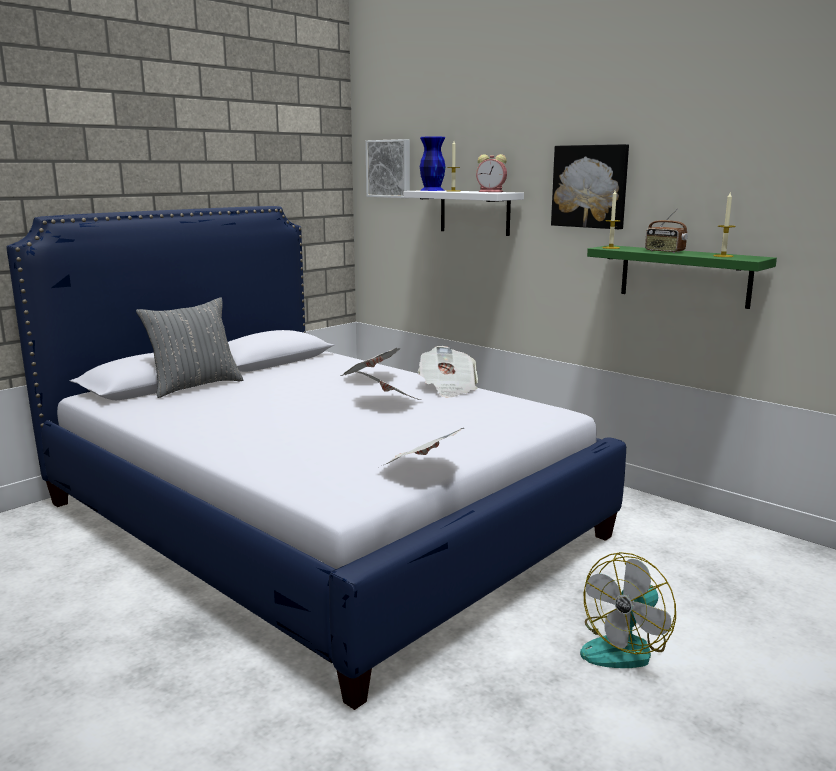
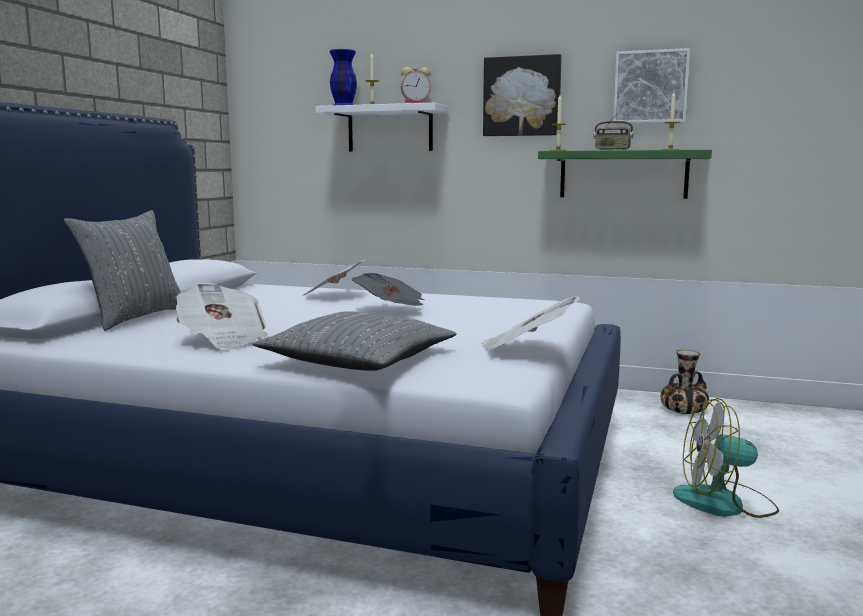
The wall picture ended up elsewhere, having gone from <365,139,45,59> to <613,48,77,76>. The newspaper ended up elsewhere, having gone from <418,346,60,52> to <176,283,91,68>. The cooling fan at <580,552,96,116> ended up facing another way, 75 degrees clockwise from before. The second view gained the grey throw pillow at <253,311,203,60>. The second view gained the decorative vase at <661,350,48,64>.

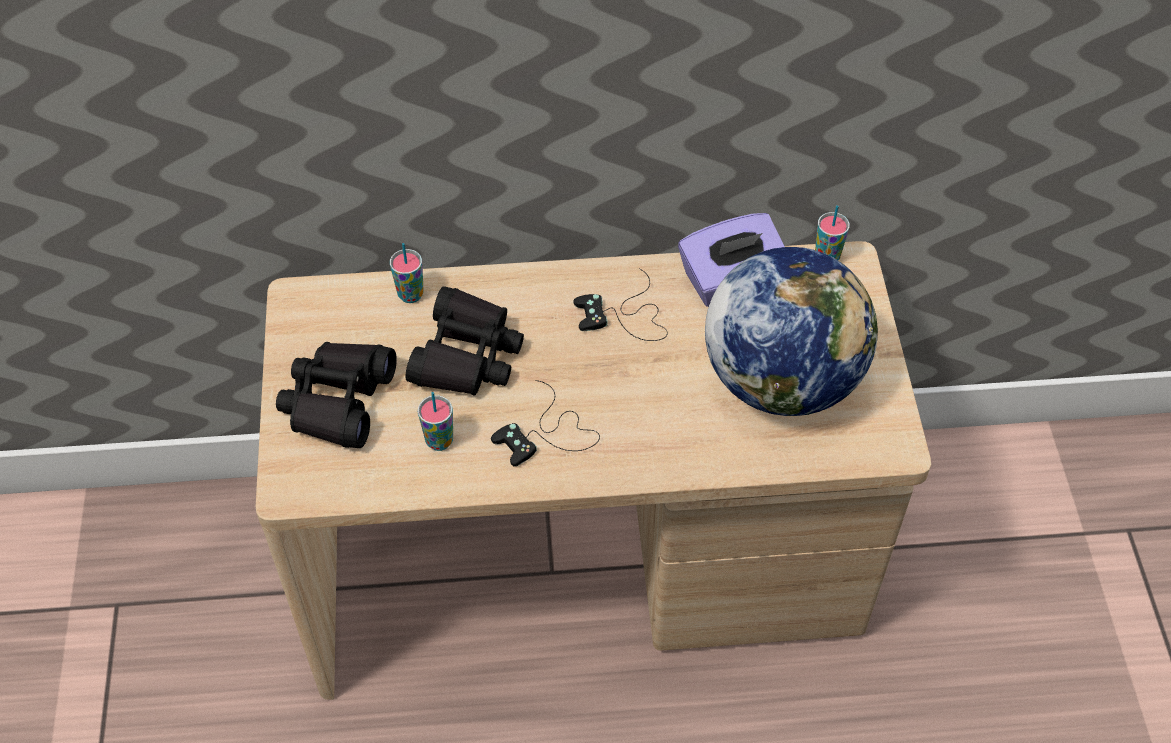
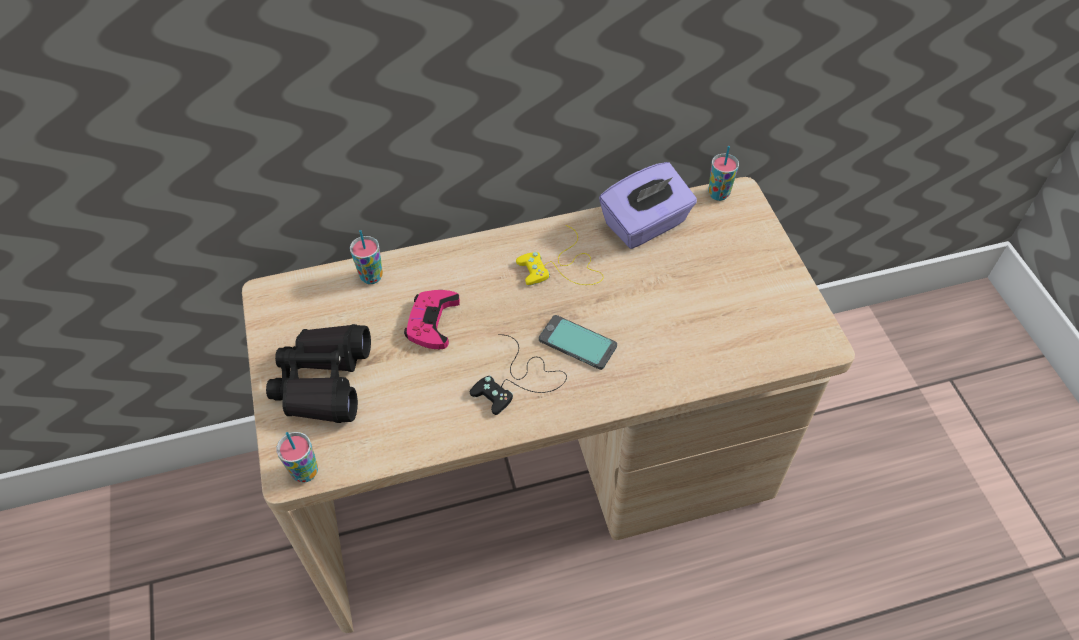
Where the black-coloured field glasses stood at <406,286,118,110>, the pinkish game controller came to stand at <404,290,56,59>. The small cup ended up elsewhere, having gone from <418,392,35,59> to <276,432,42,51>. What was the black-coloured game controller at <573,268,95,73> turned into the yellowish game controller at <516,225,87,61>. The second view lost the world globe at <705,247,173,169>. The second view gained the telephone at <539,315,78,55>.

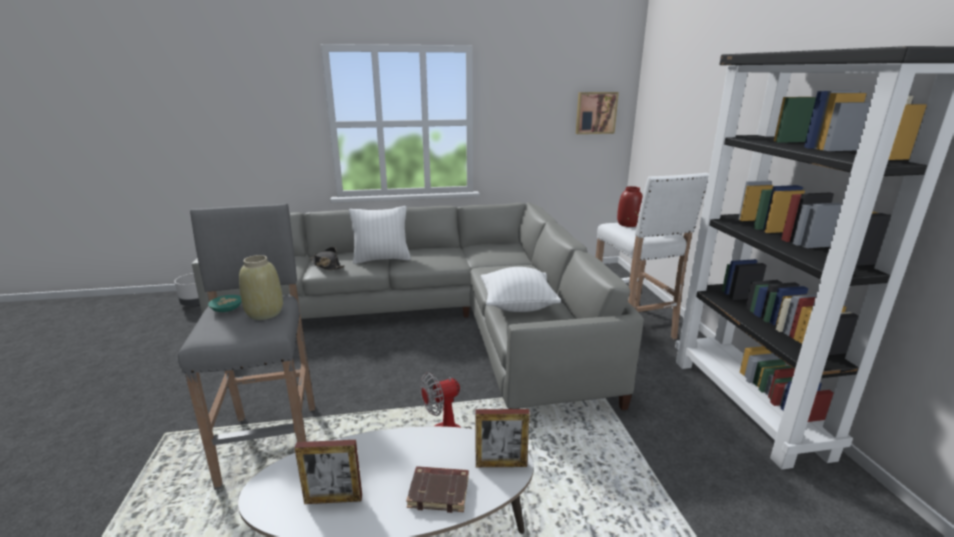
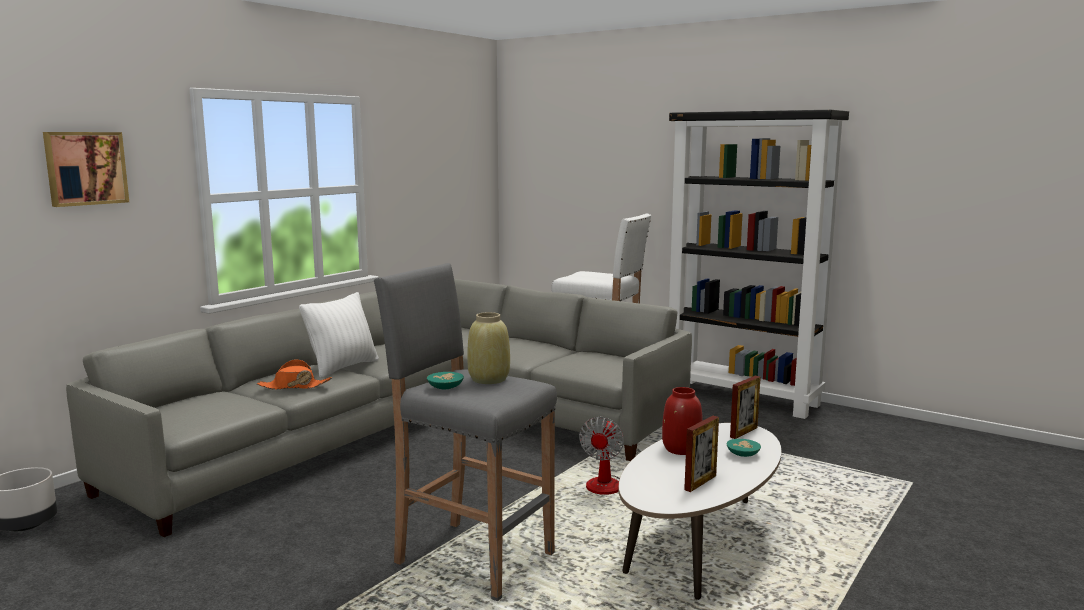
What was the black-coloured clothing hat at <310,247,35,23> turned into the orangey clothing hat at <257,359,75,31>. Where the brownish book stood at <406,466,63,47>, the turquoise-coloured bowl came to stand at <727,439,34,18>. The second view lost the whitish throw pillow at <481,267,80,45>. The wall picture ended up elsewhere, having gone from <576,92,43,42> to <43,132,86,75>. The red-coloured decorative vase ended up elsewhere, having gone from <617,186,26,41> to <662,387,41,68>.

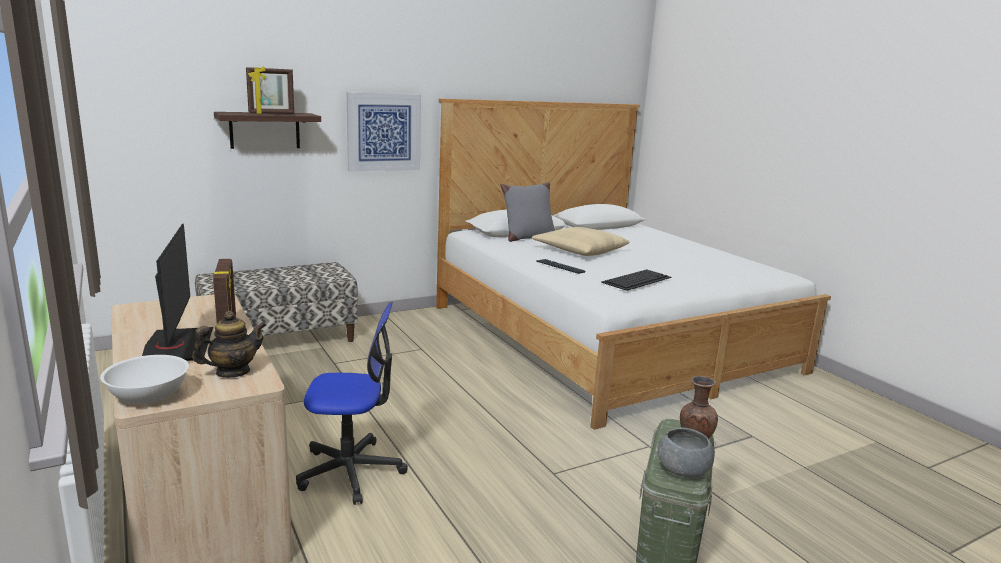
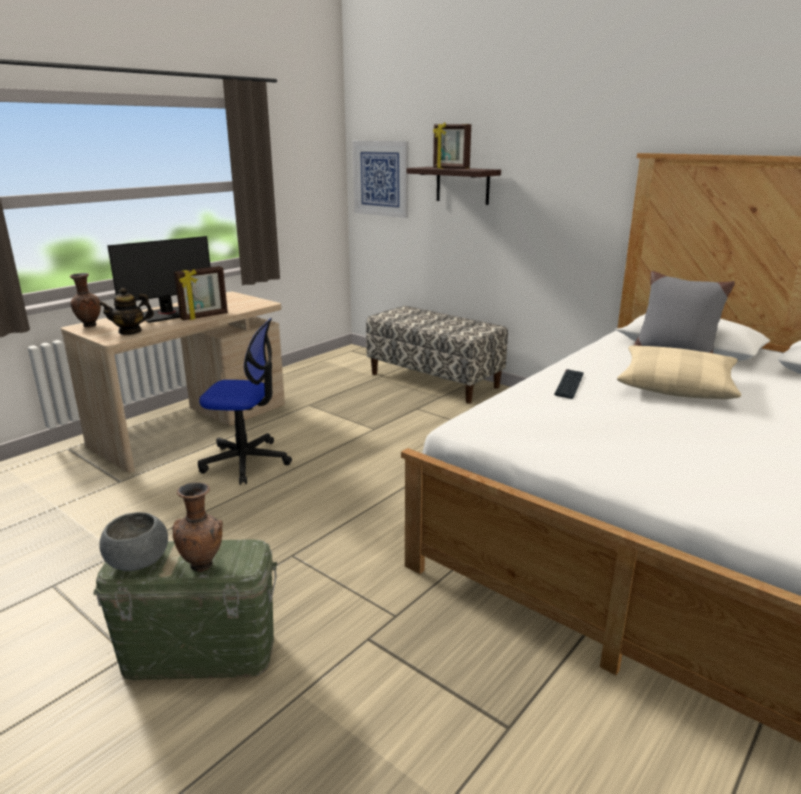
Where the whitish bowl stood at <100,355,89,49>, the brownish decorative vase came to stand at <69,273,32,54>. The tea pot at <192,311,75,67> ended up facing another way, 120 degrees clockwise from before. The computer chair at <296,302,112,203> ended up facing another way, 60 degrees counterclockwise from before. The wall picture ended up elsewhere, having gone from <347,92,74,80> to <353,141,56,77>. The second view lost the PC keyboard at <601,270,70,21>.

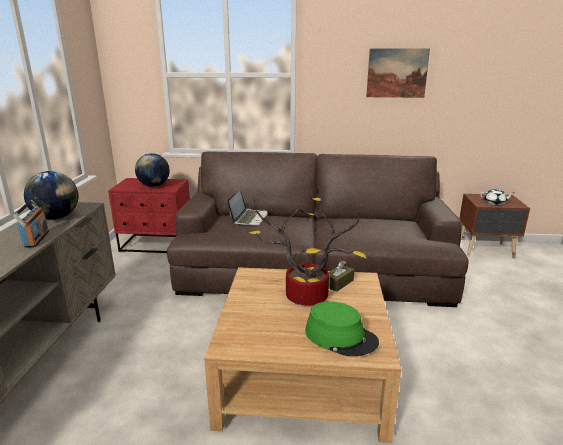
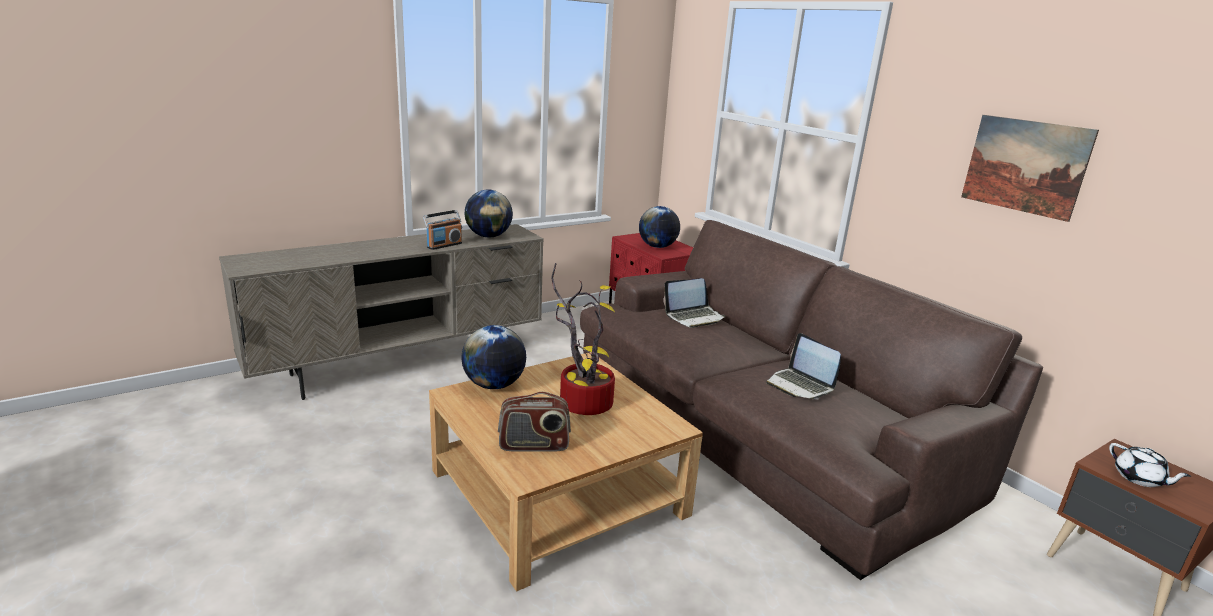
Where the greenish clothing hat stood at <305,302,74,55>, the radio set came to stand at <498,392,73,59>. The second view lost the brownish tissue box at <328,261,27,31>. The second view gained the world globe at <461,325,65,64>. The second view gained the notebook computer at <766,333,75,66>.

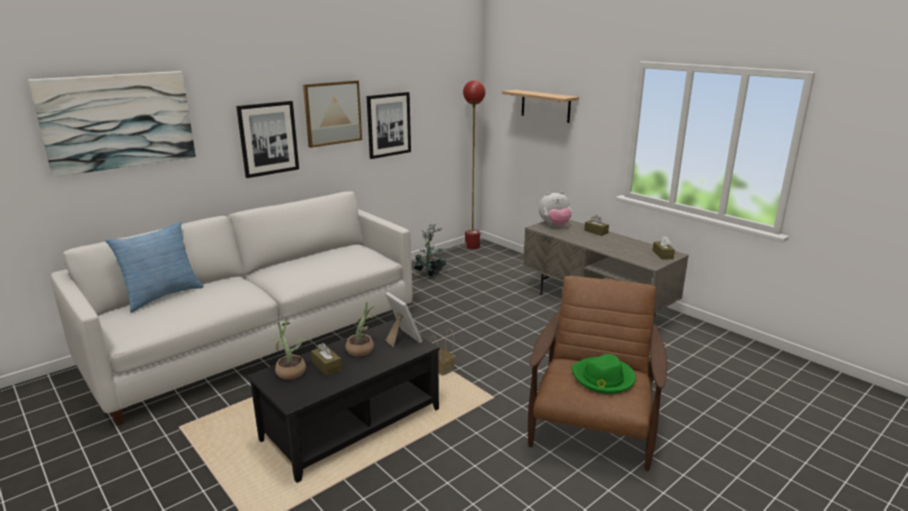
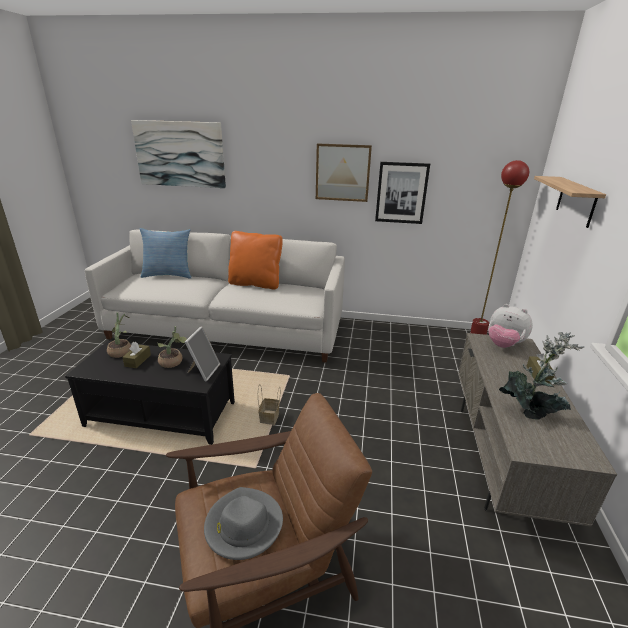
The second view lost the wall picture at <236,101,63,77>. The plant in a pot ended up elsewhere, having gone from <414,224,33,53> to <499,332,85,88>. What was the greenish clothing hat at <571,354,65,40> turned into the grey clothing hat at <204,487,79,73>. The second view lost the brownish tissue box at <653,236,22,24>. The second view gained the orangey throw pillow at <228,231,55,58>.

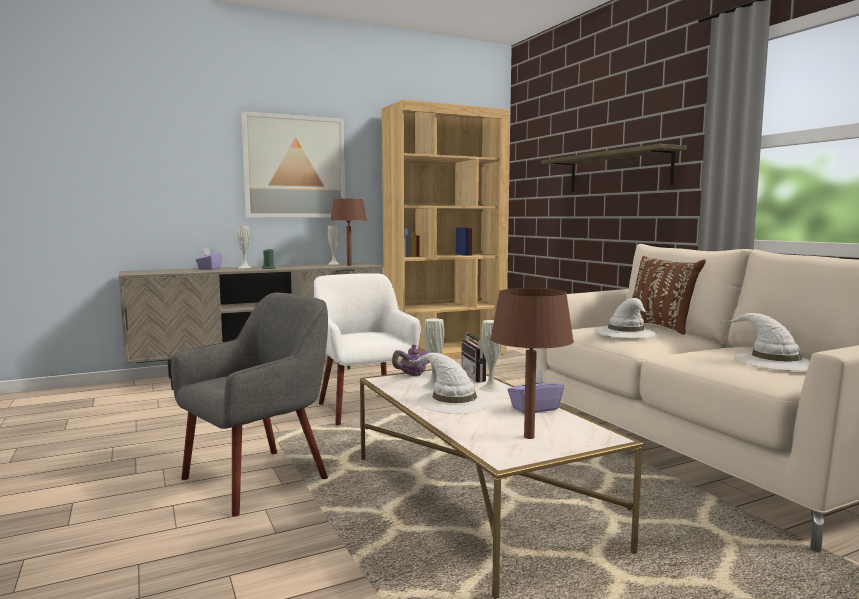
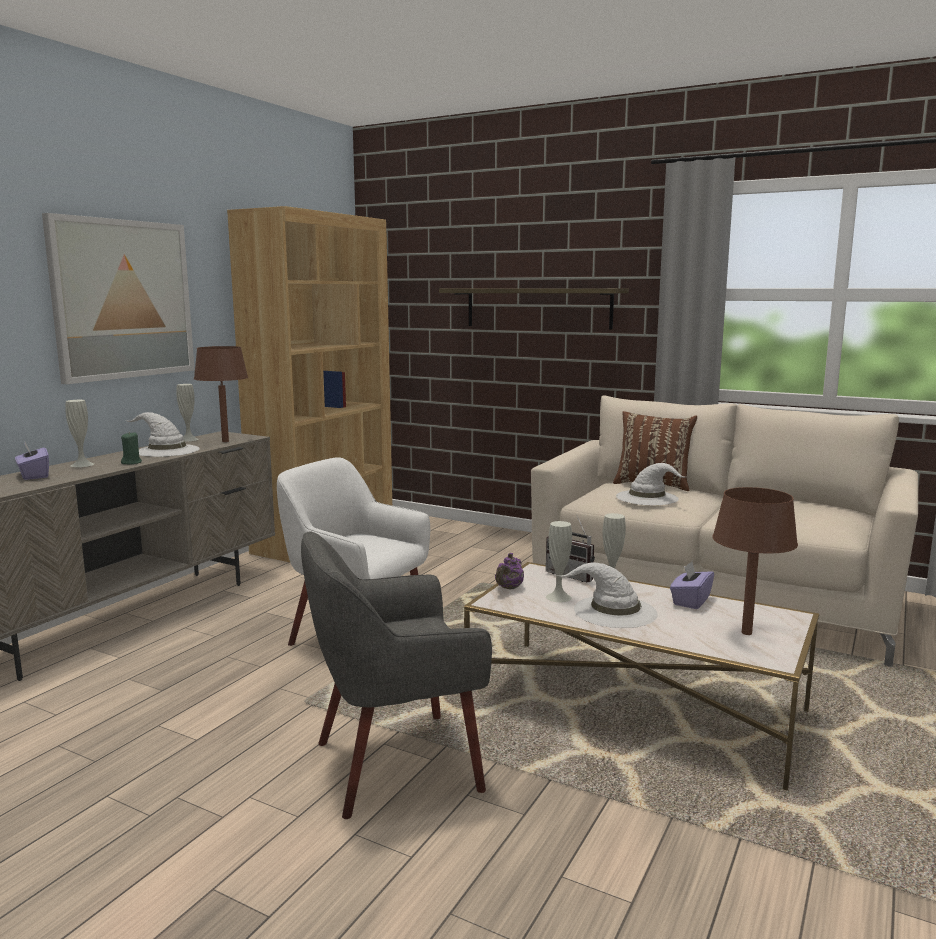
The grey lounge chair at <171,292,157,225> ended up facing another way, 120 degrees counterclockwise from before. The whitish clothing hat ended up elsewhere, having gone from <723,313,87,58> to <126,412,74,45>.

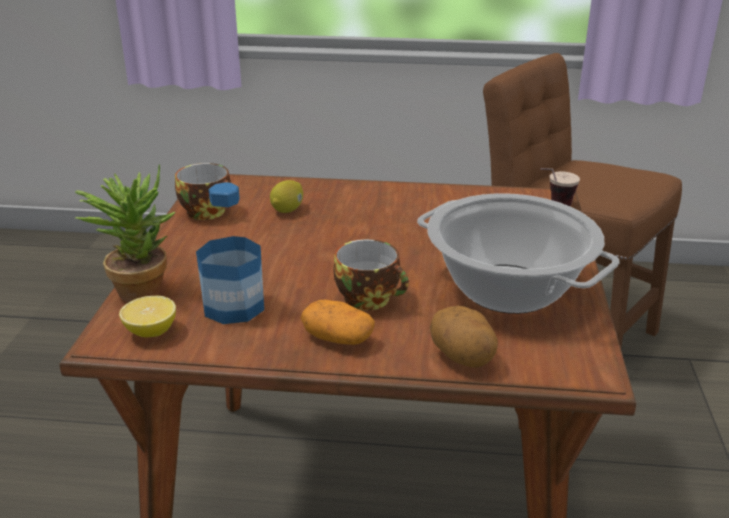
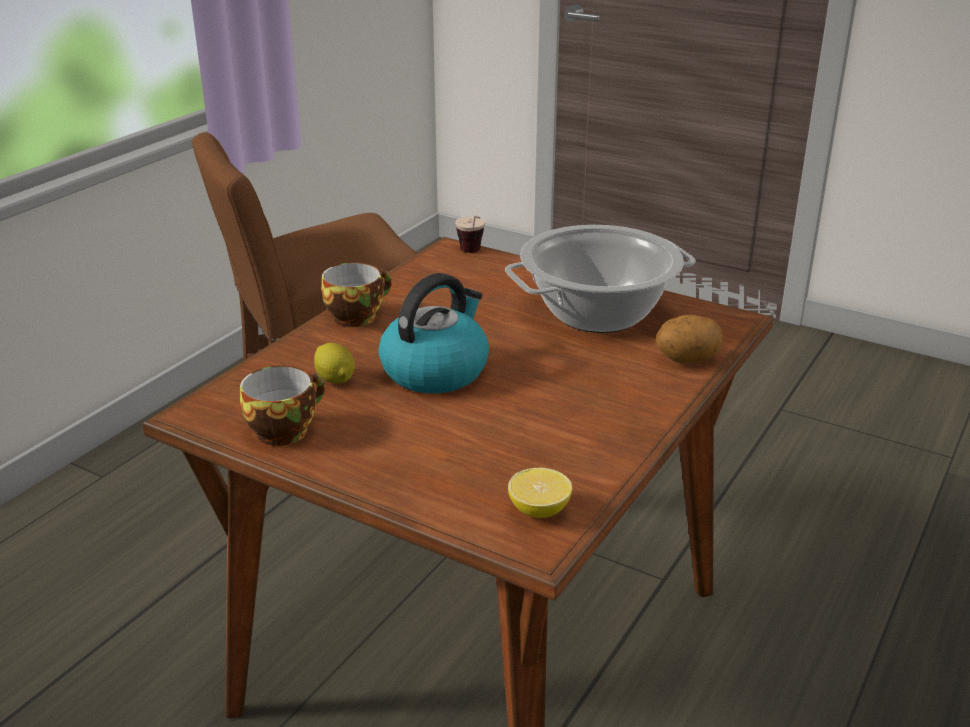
The second view lost the plant in a pot at <75,164,101,139>. The second view lost the bottle at <196,182,68,142>. The second view lost the potato at <301,300,74,45>. The small cup ended up elsewhere, having gone from <334,239,75,72> to <321,262,71,65>. The second view gained the kettle at <379,273,110,120>.

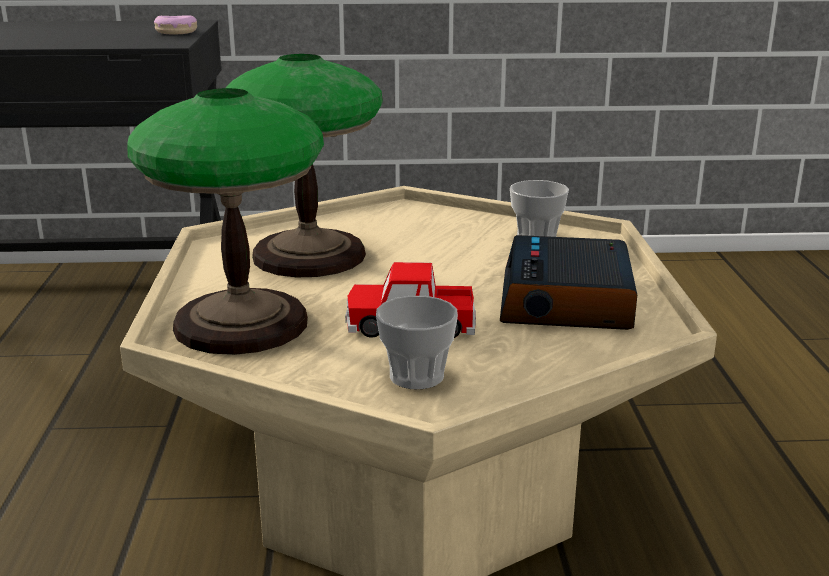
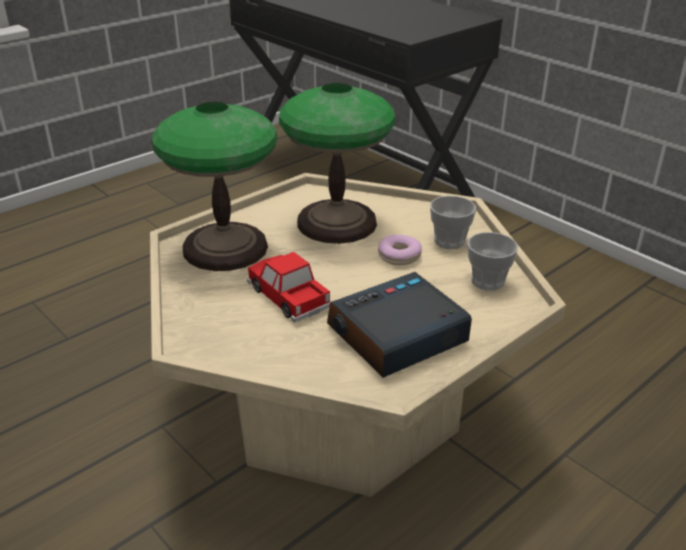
The donut ended up elsewhere, having gone from <154,15,43,19> to <378,235,44,30>. The small cup ended up elsewhere, having gone from <376,296,82,93> to <430,196,46,53>.

